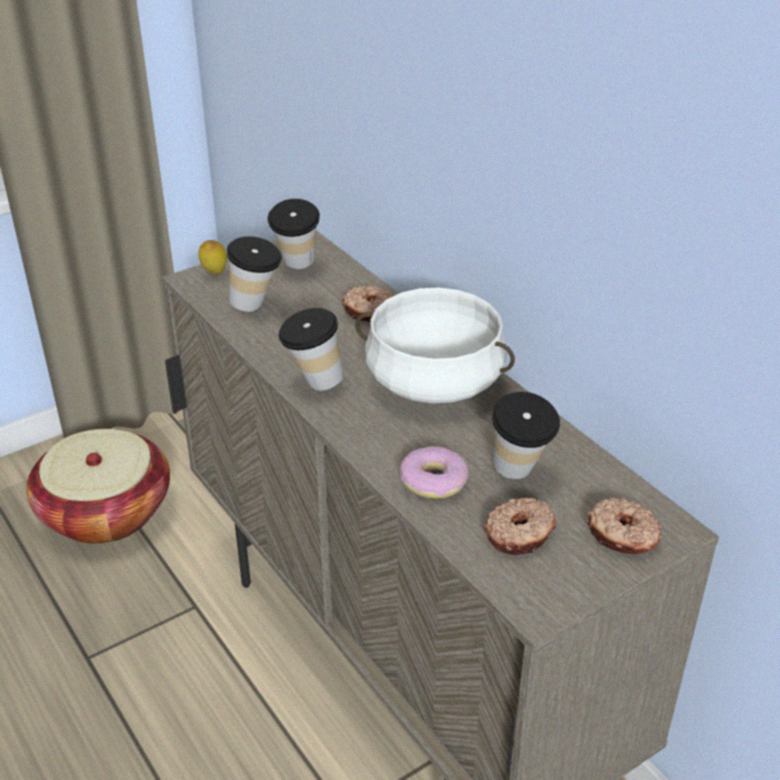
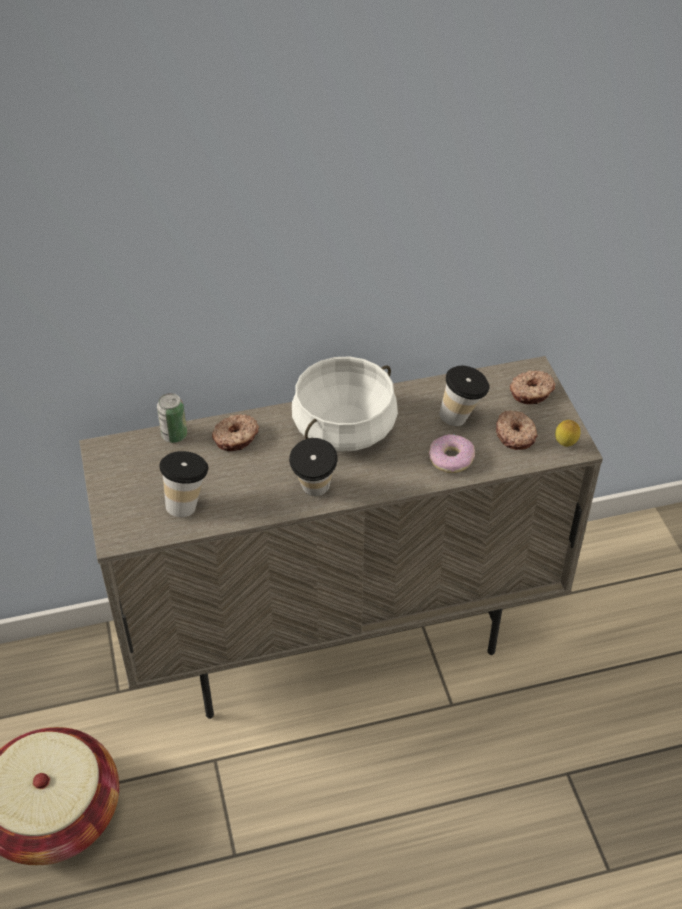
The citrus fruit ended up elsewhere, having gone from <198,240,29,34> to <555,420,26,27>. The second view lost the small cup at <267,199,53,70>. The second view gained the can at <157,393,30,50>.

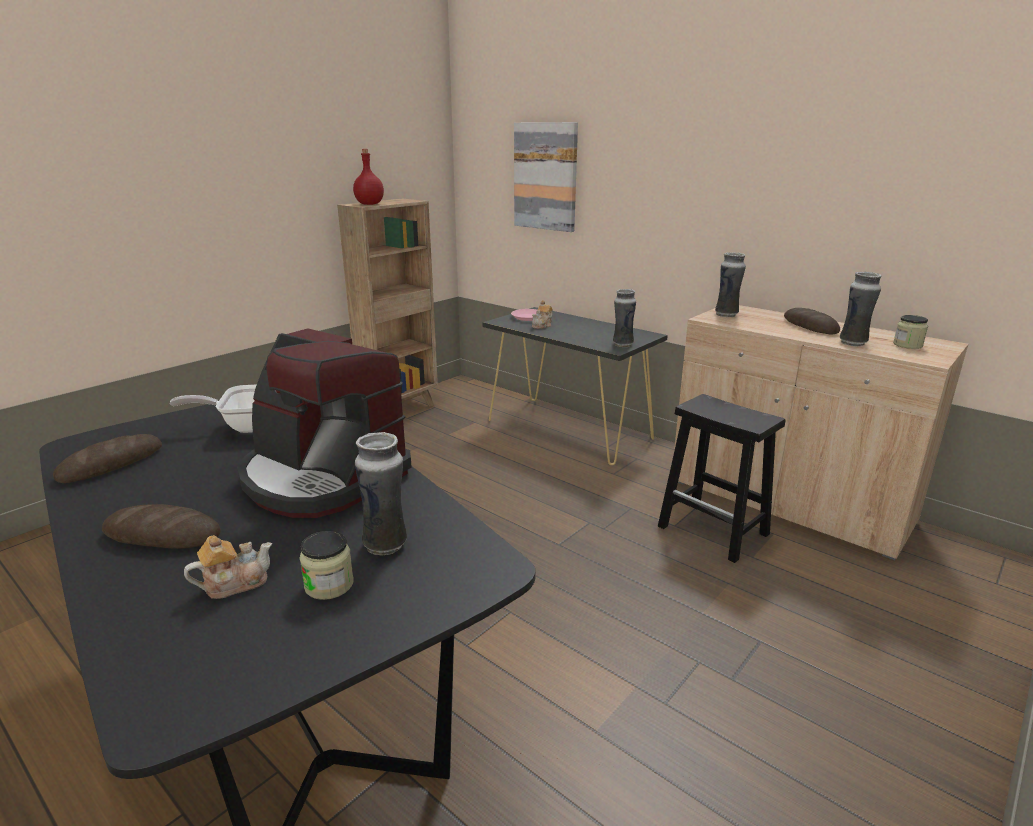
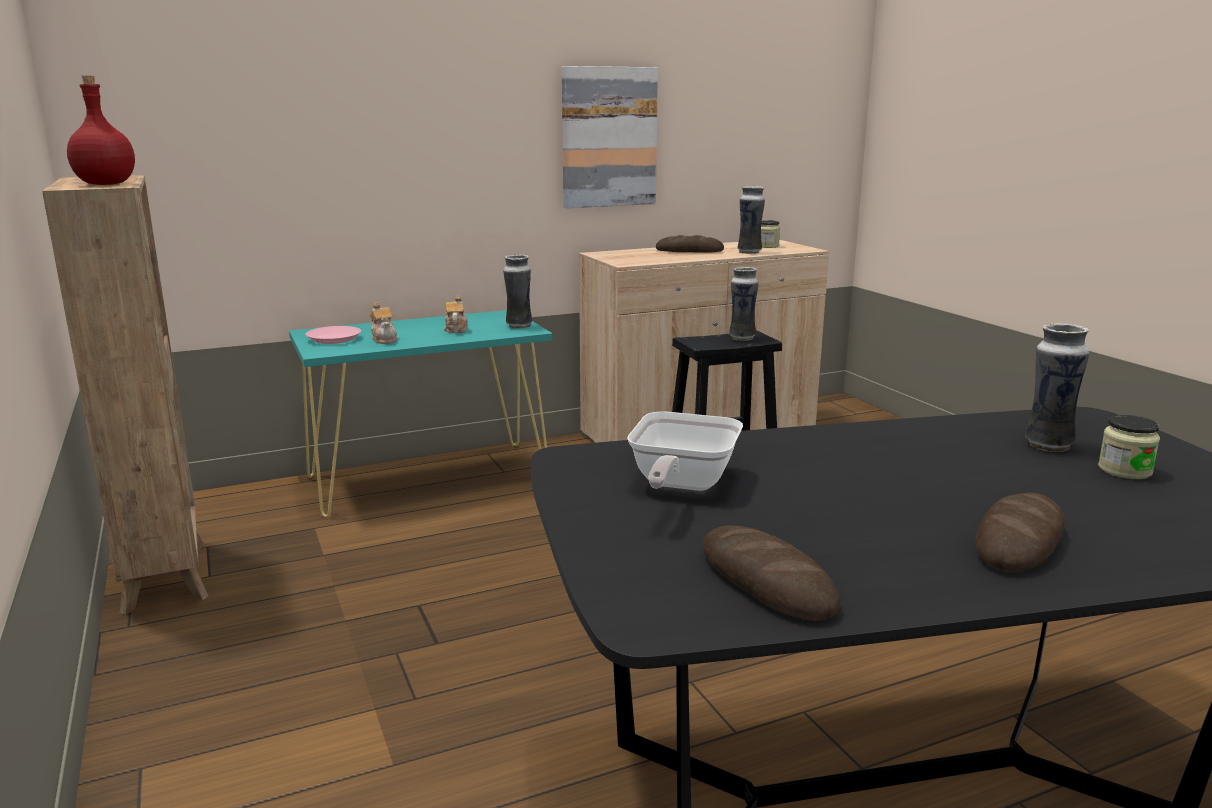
The tea pot ended up elsewhere, having gone from <184,535,88,64> to <444,295,24,38>. The second view lost the coffee brewer at <237,328,175,190>. What was the black-coloured console table at <483,307,185,158> turned into the turquoise-coloured console table at <289,310,264,208>. The wall picture ended up elsewhere, having gone from <514,122,64,110> to <562,66,96,142>. The decorative vase ended up elsewhere, having gone from <715,252,31,65> to <729,267,29,74>.

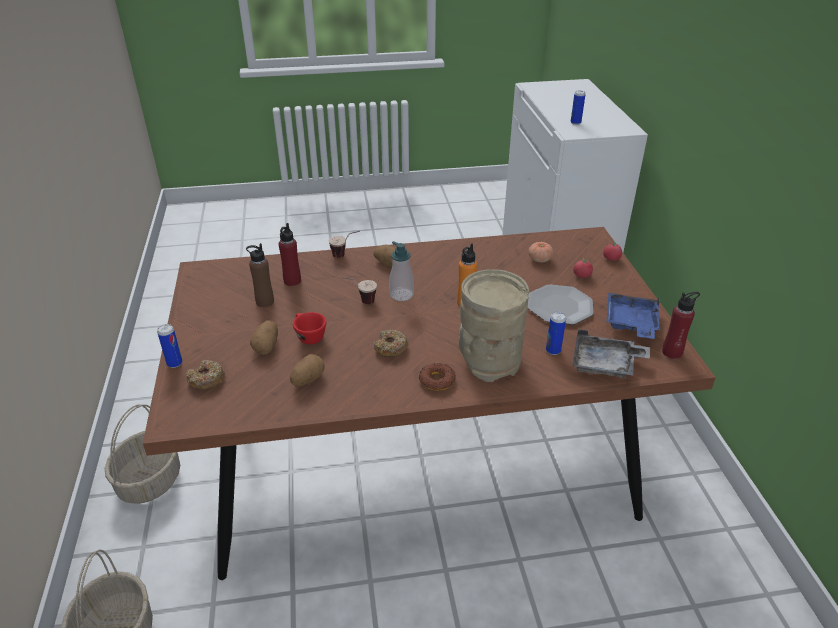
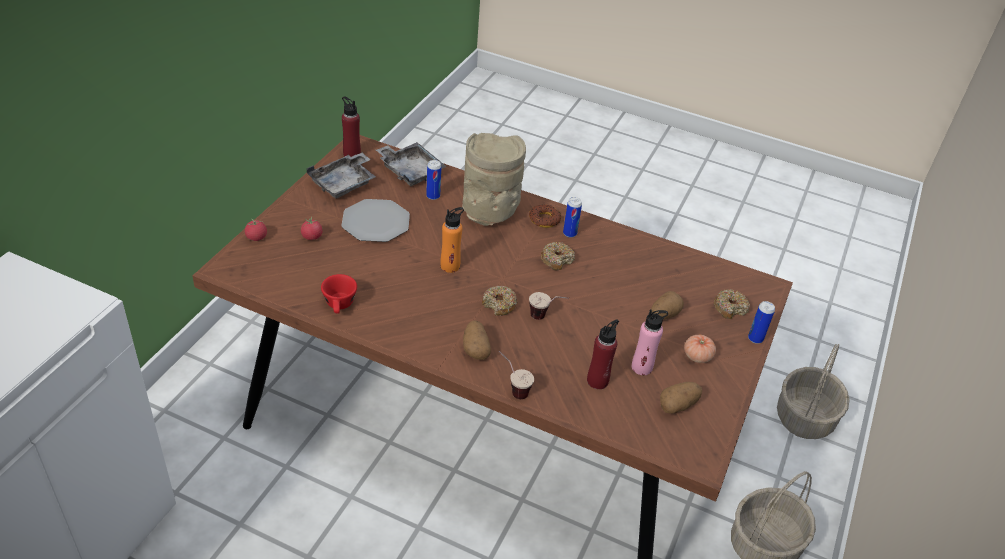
What was the brownish bottle at <246,243,28,64> turned into the pinkish bottle at <632,309,36,66>. The potato ended up elsewhere, having gone from <290,354,35,33> to <660,382,42,32>. The red-coloured small cup ended up elsewhere, having gone from <293,312,33,32> to <321,274,36,40>. Where the liquid soap bottle stood at <389,241,25,60>, the donut came to stand at <482,286,36,30>. The whole tomato ended up elsewhere, having gone from <528,242,25,21> to <684,334,32,29>. The can ended up elsewhere, having gone from <571,90,14,35> to <563,197,19,41>. What was the bluish serving tray at <607,293,53,46> turned into the grey serving tray at <306,153,70,45>.

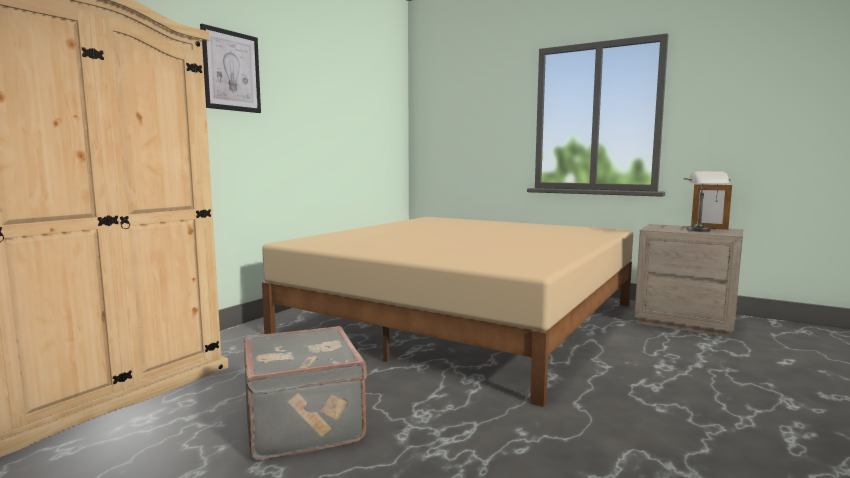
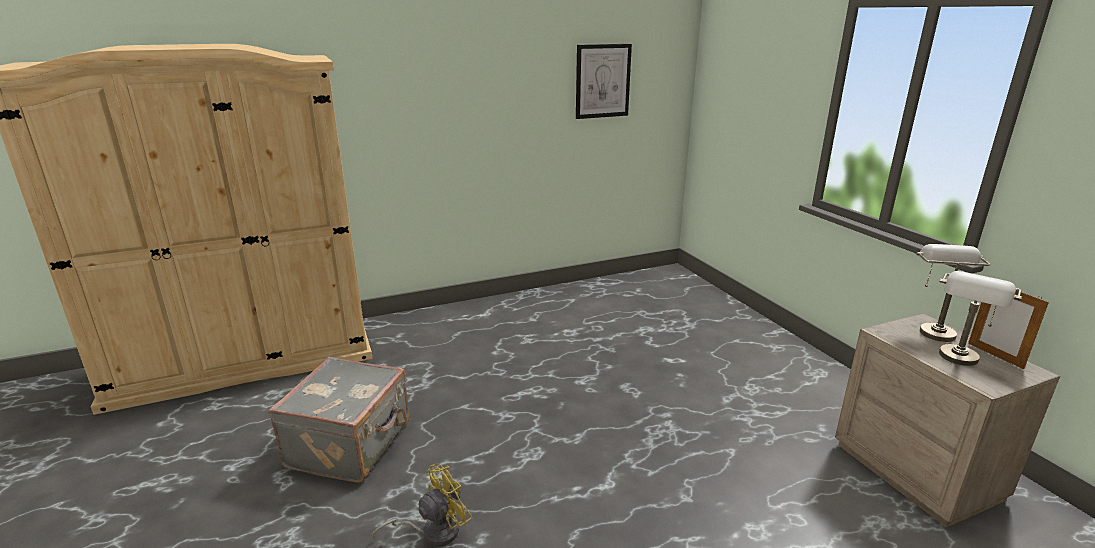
The wall picture ended up elsewhere, having gone from <200,24,61,89> to <576,44,56,75>. The second view lost the beige-coloured sleeping bed at <262,217,371,190>. The second view gained the yellowish cooling fan at <372,464,100,82>. The second view gained the grey tabletop lamp at <916,244,74,98>.

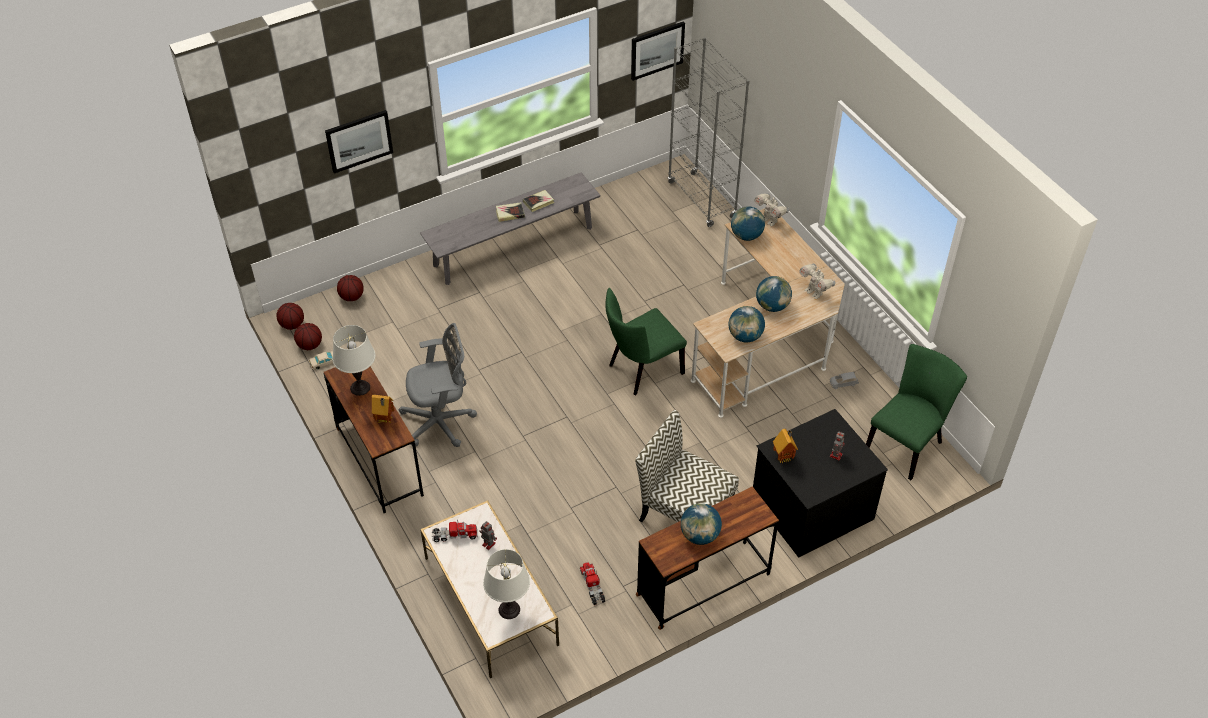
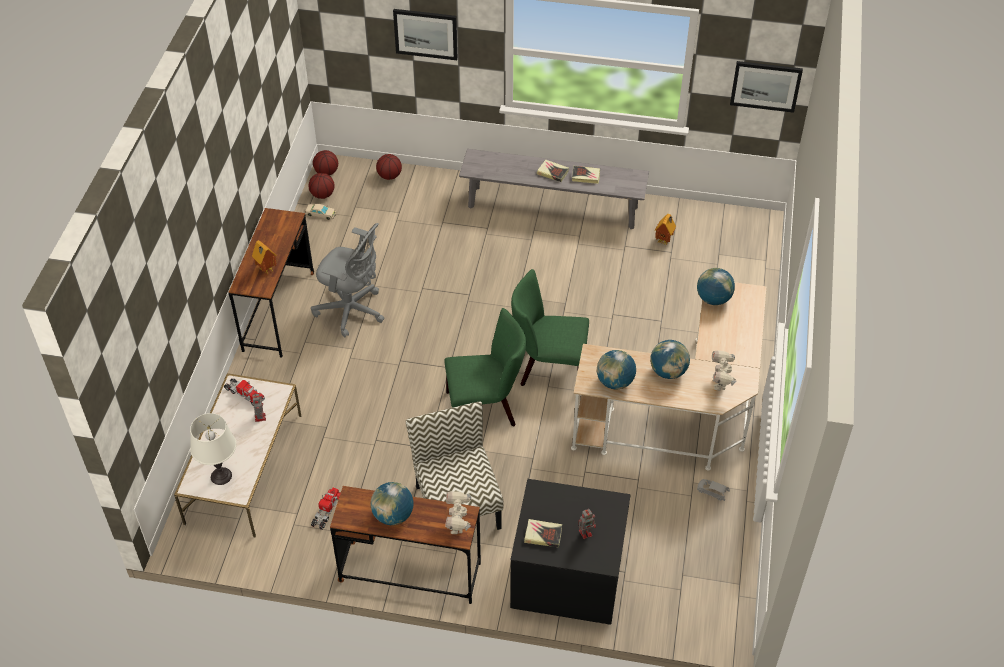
The second view lost the whitish tabletop lamp at <332,325,43,71>. The second view lost the grey bookcase at <668,37,81,190>. The robot figure ended up elsewhere, having gone from <754,193,35,33> to <445,491,26,43>. The miniature house ended up elsewhere, having gone from <773,429,25,34> to <655,214,21,32>. The greenish upright chair ended up elsewhere, having gone from <866,344,101,136> to <444,308,82,118>. The second view gained the book at <524,519,38,28>.

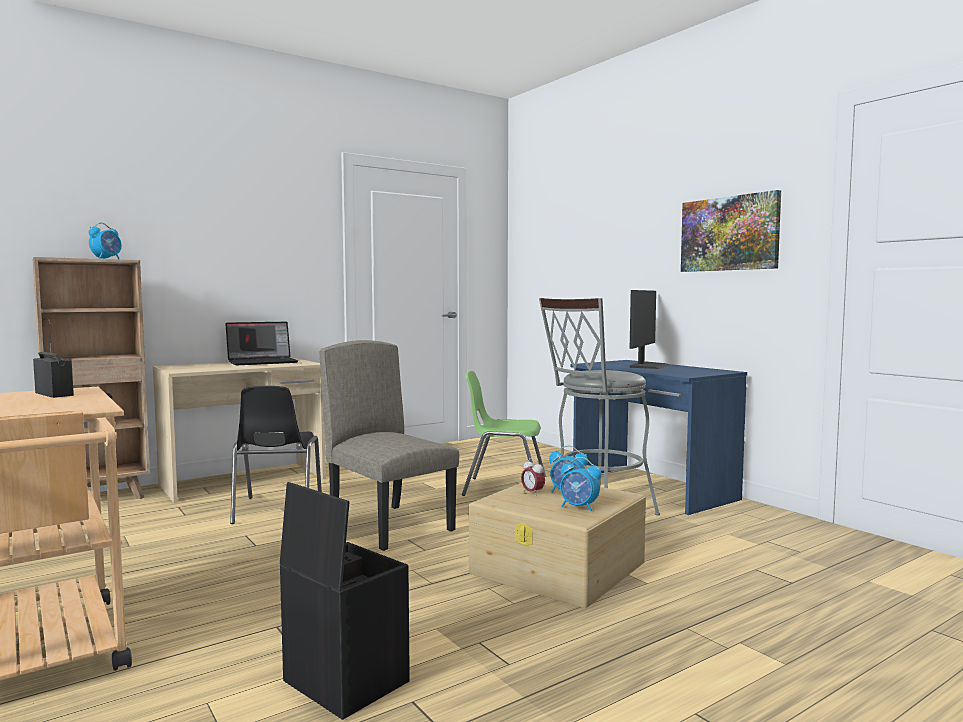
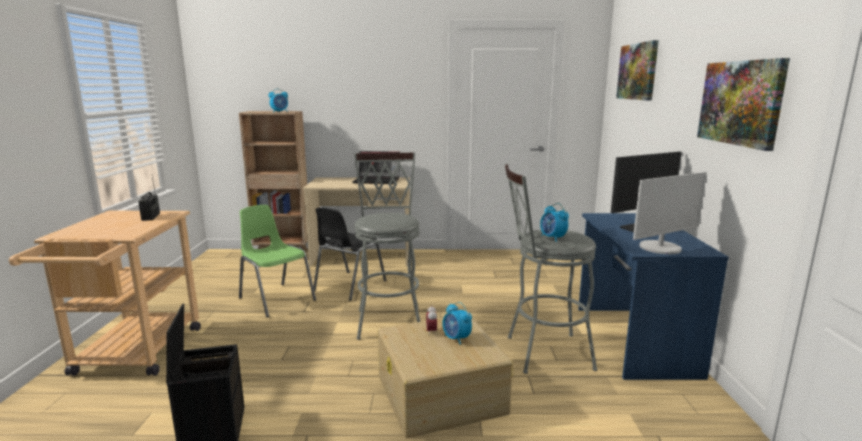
Where the beige-coloured upright chair stood at <320,340,139,211>, the grey sitting stool came to stand at <354,152,66,188>. The greenish upright chair ended up elsewhere, having gone from <462,371,84,125> to <239,205,77,112>. The bedside clock ended up elsewhere, having gone from <560,457,42,54> to <540,203,29,39>. The second view gained the wall picture at <616,40,43,61>. The second view gained the computer screen at <633,172,74,82>.

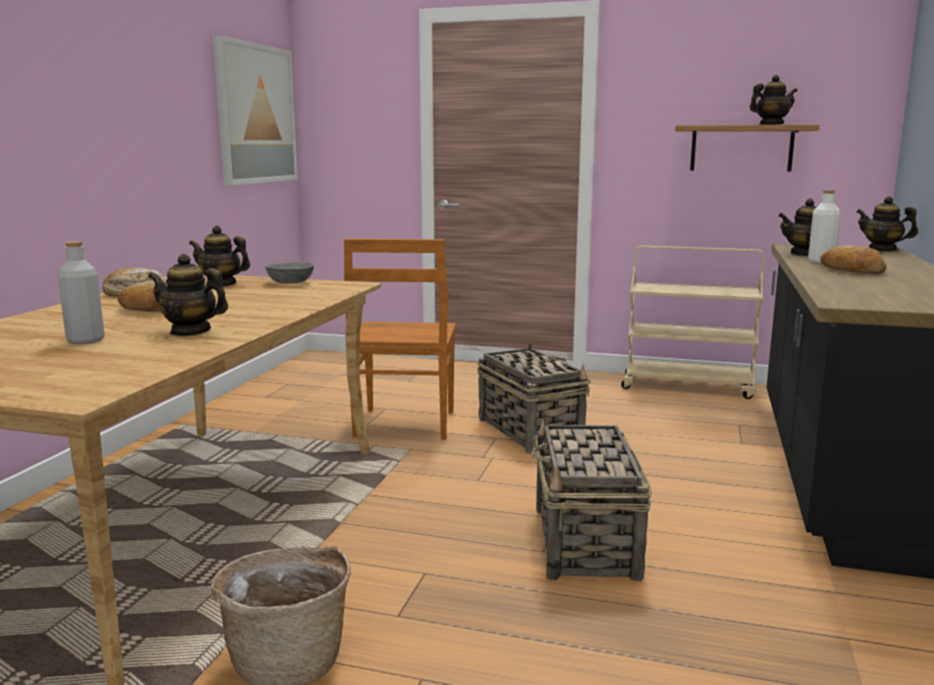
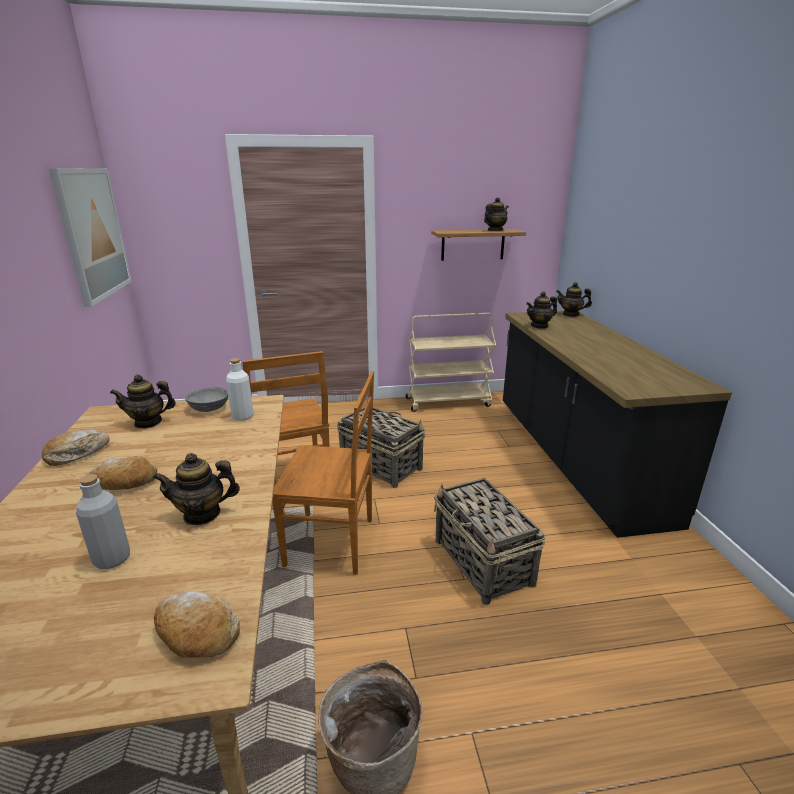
The whitish bottle ended up elsewhere, having gone from <808,190,33,73> to <226,358,28,63>. The baked bread ended up elsewhere, having gone from <820,245,66,29> to <154,591,86,67>. The second view gained the brownish upright chair at <272,371,102,204>.

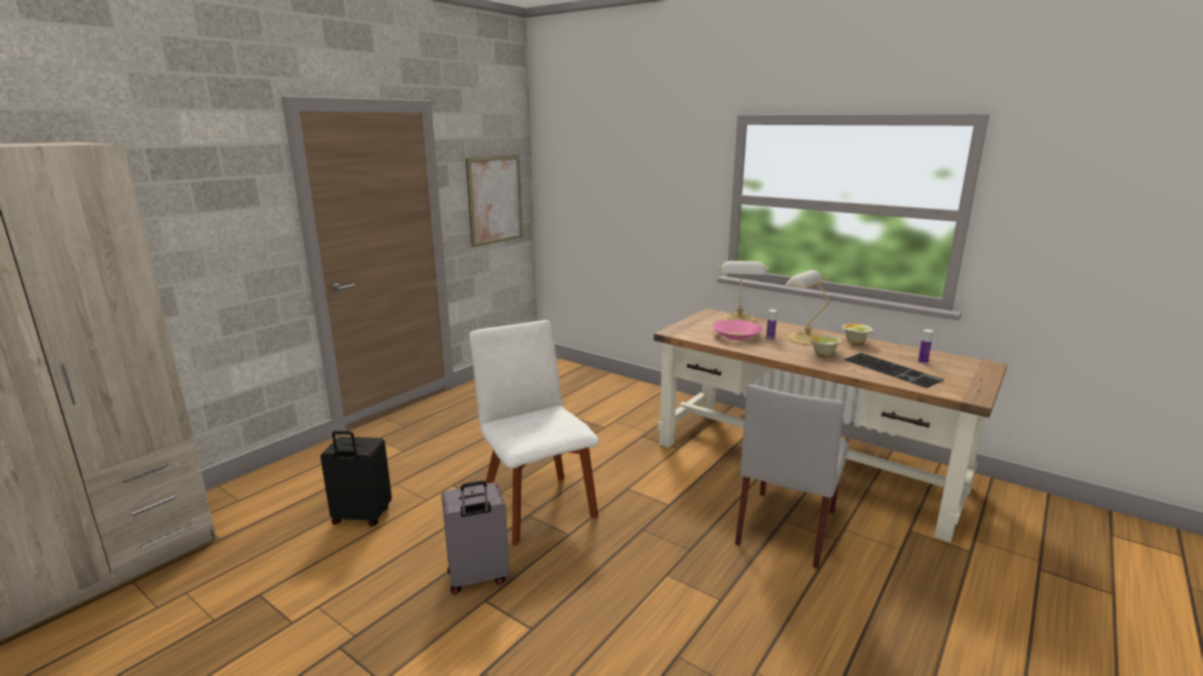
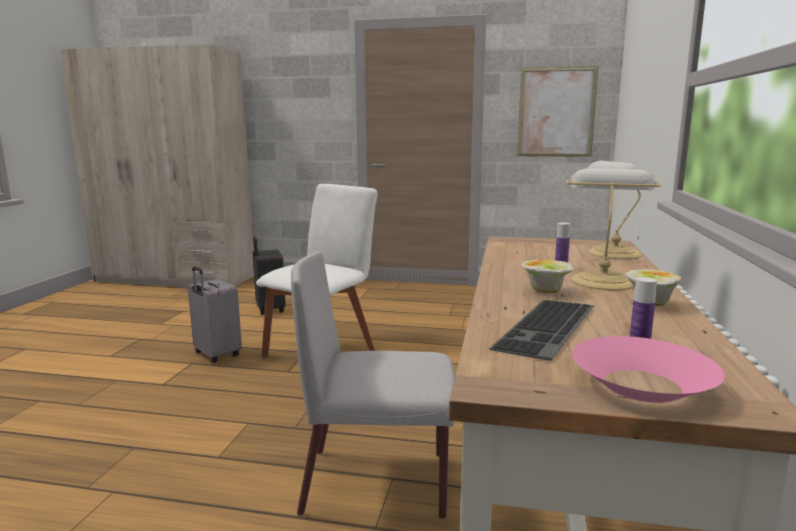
The pinkish bowl ended up elsewhere, having gone from <712,320,51,20> to <572,336,153,67>.

